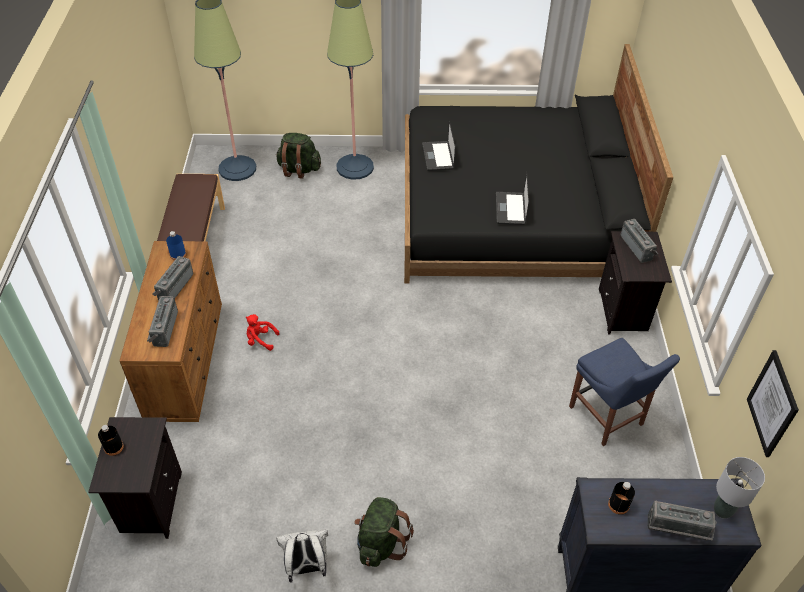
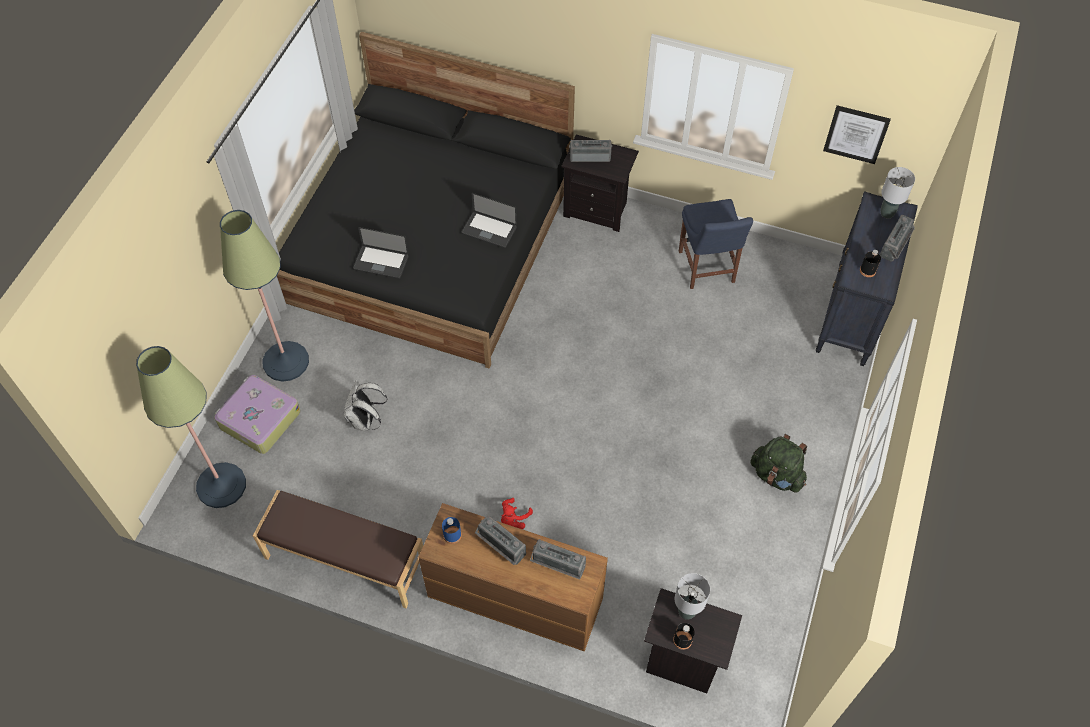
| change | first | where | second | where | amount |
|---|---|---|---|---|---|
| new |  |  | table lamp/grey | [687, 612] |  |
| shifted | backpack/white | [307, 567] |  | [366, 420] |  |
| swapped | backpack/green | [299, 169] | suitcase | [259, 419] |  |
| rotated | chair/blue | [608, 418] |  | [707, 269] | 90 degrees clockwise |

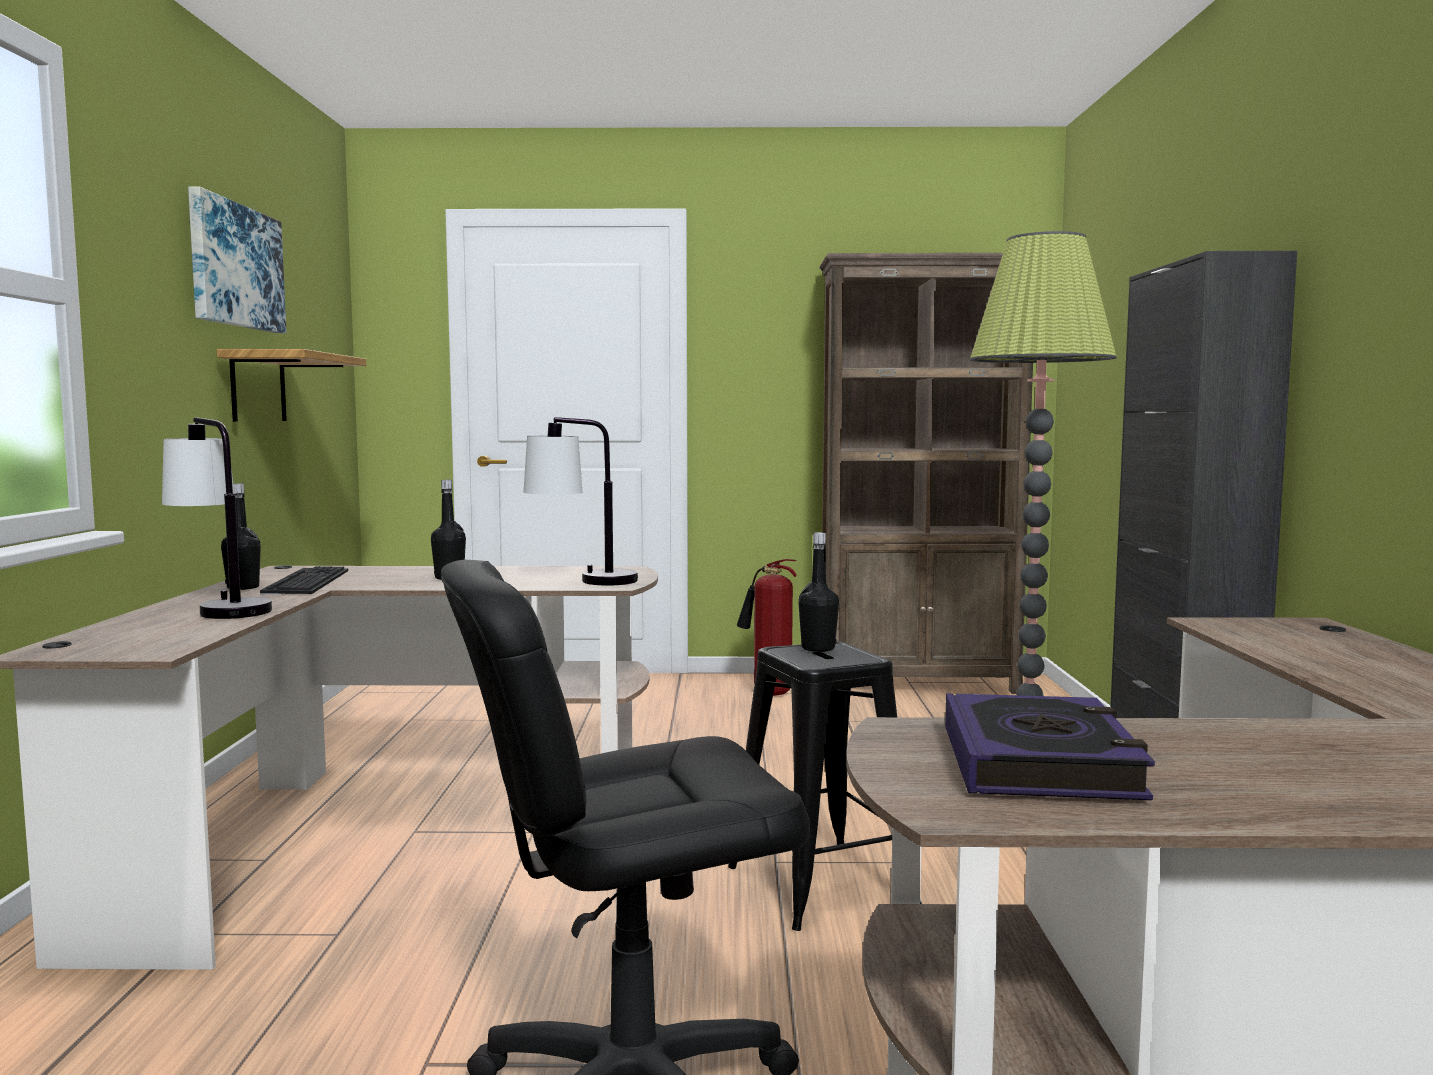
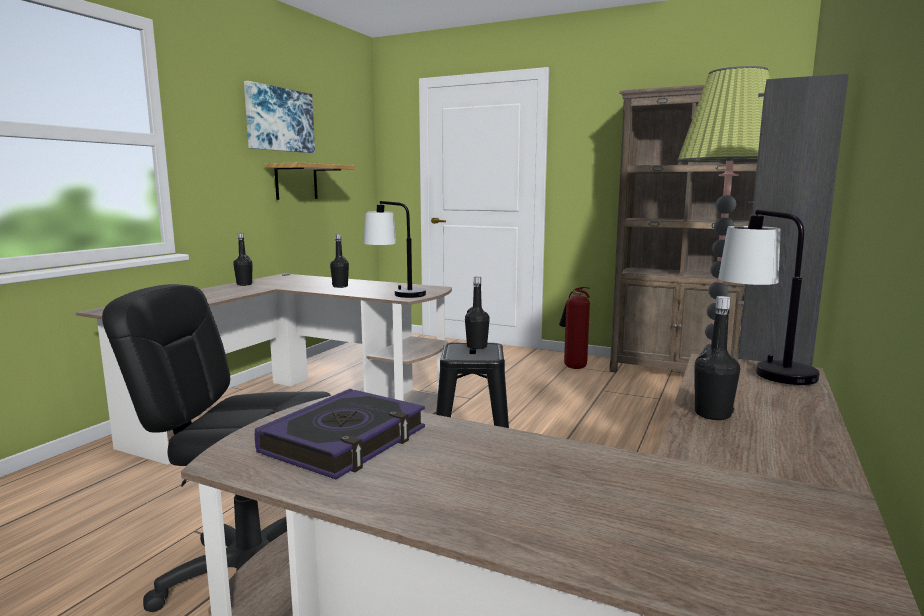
| change | first | where | second | where | amount |
|---|---|---|---|---|---|
| gone | keyboard | [305, 582] |  |  |  |
| new |  |  | bottle/black | [712, 414] |  |
| shifted | table lamp | [219, 609] |  | [761, 369] |  |

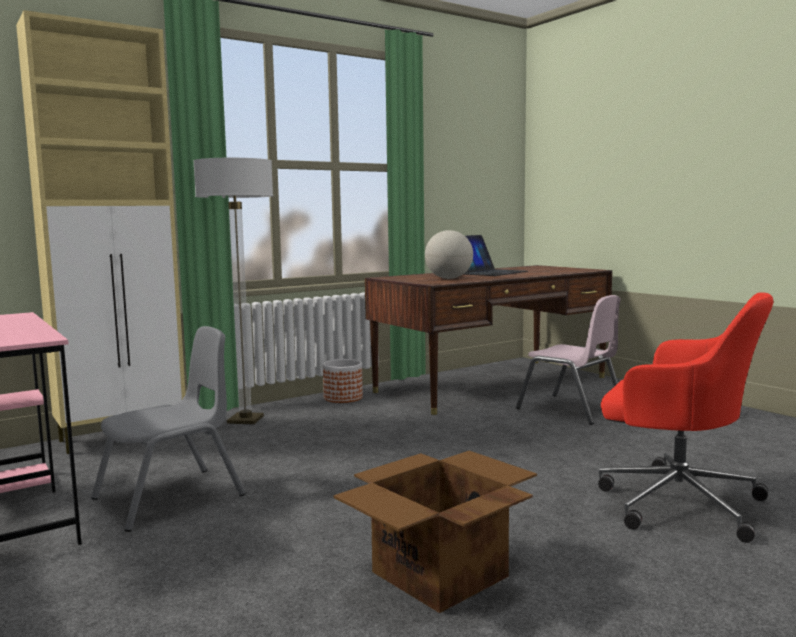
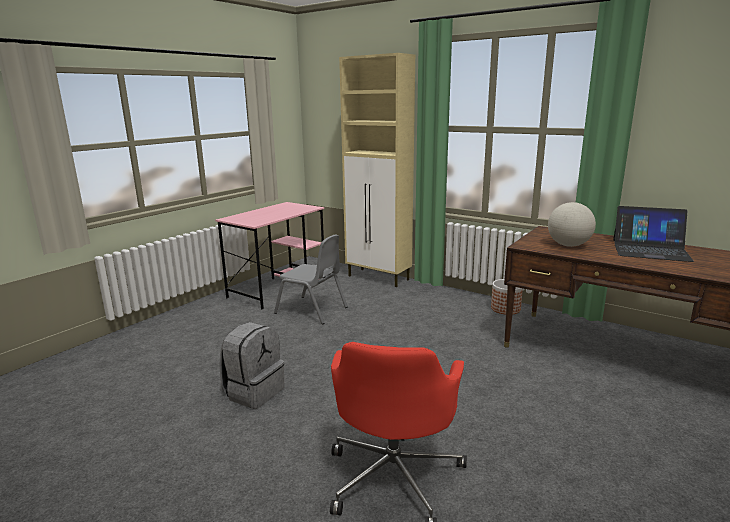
| change | first | where | second | where | amount |
|---|---|---|---|---|---|
| gone | floor lamp | [245, 420] |  |  |  |
| gone | chair/pink | [571, 410] |  |  |  |
| swapped | cardboard box | [437, 574] | backpack/grey | [254, 392] |  |

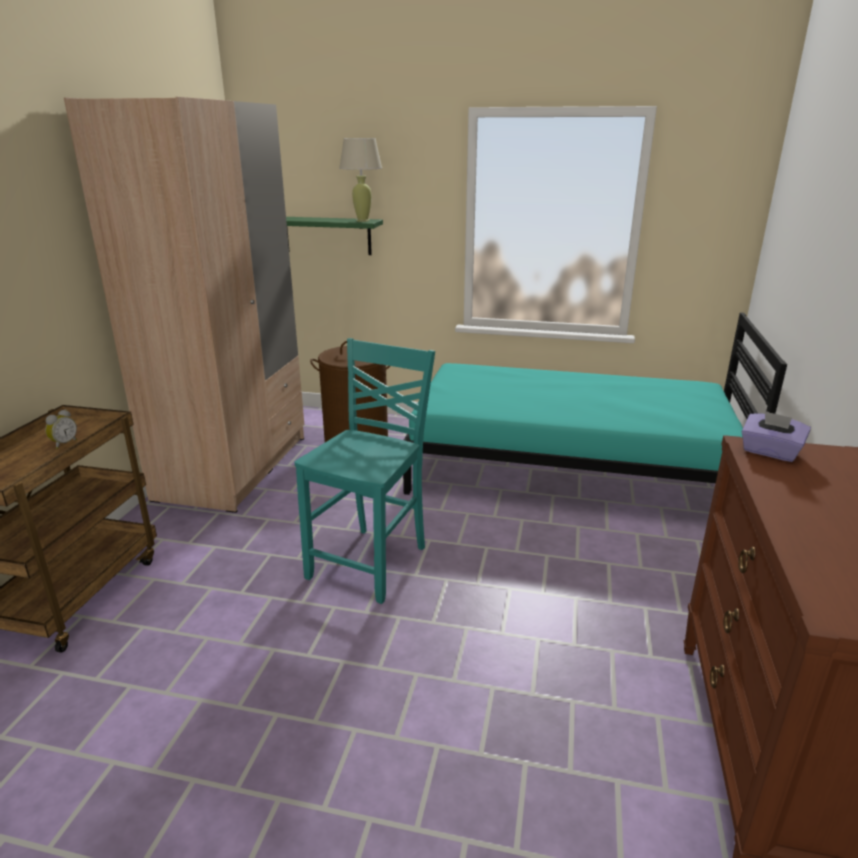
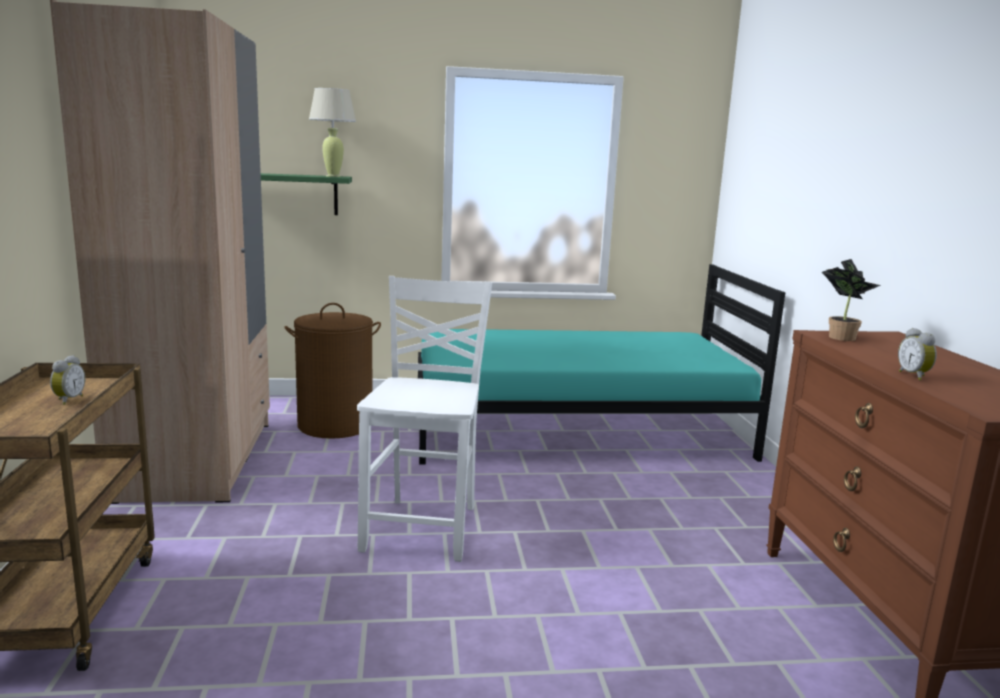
| change | first | where | second | where | amount |
|---|---|---|---|---|---|
| new |  |  | alarm clock | [914, 376] |  |
| swapped | tissue box/purple | [770, 452] | potted plant | [840, 337] |  |
| repainted | chair/turquoise | [371, 562] | chair/white | [424, 527] |  |

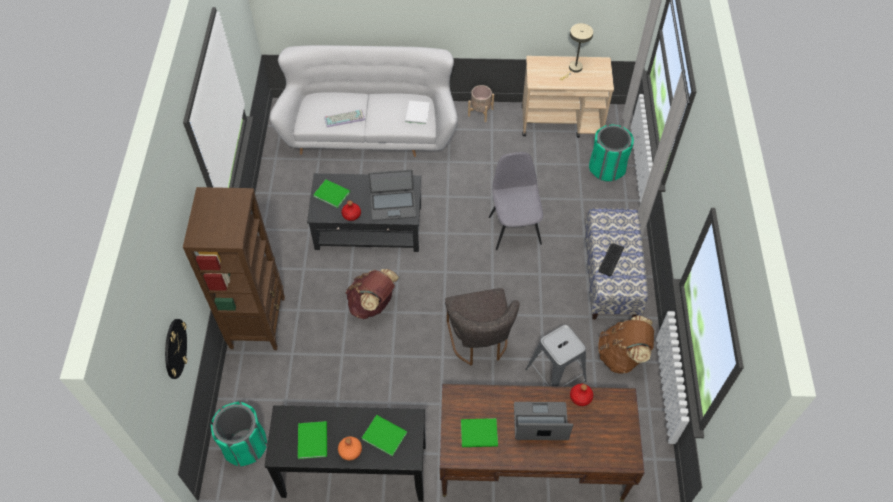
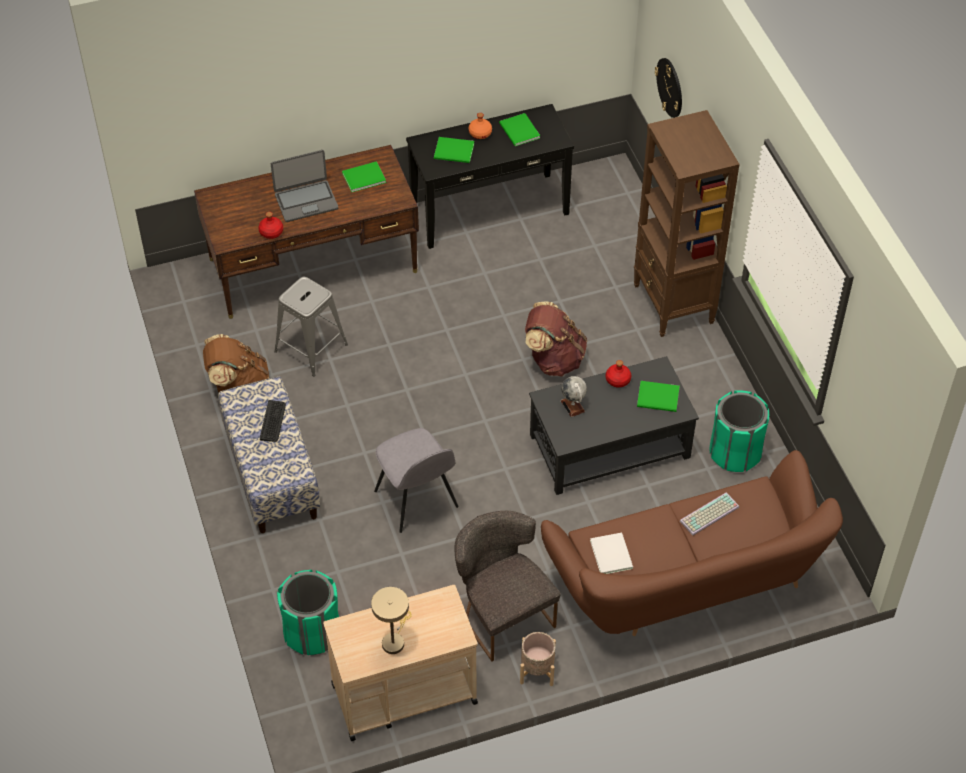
| change | first | where | second | where | amount |
|---|---|---|---|---|---|
| shifted | trash can/green | [245, 445] |  | [735, 452] |  |
| shifted | chair/grey | [479, 342] |  | [502, 614] |  |
| swapped | laptop | [393, 205] | globe | [573, 406] |  |
| repainted | sofa/white | [370, 131] | sofa/brown | [687, 584] |  |

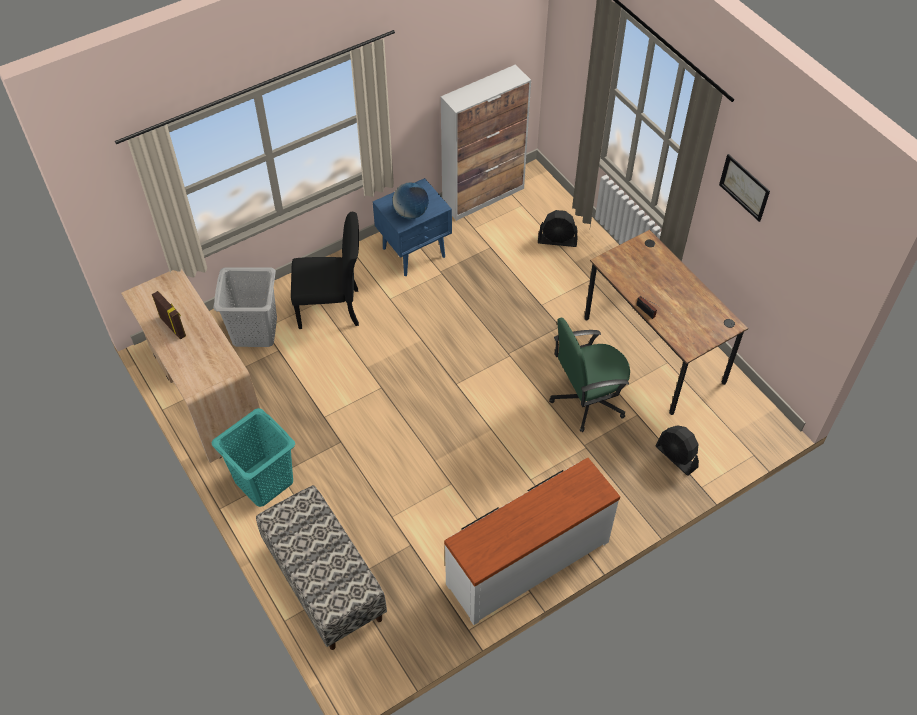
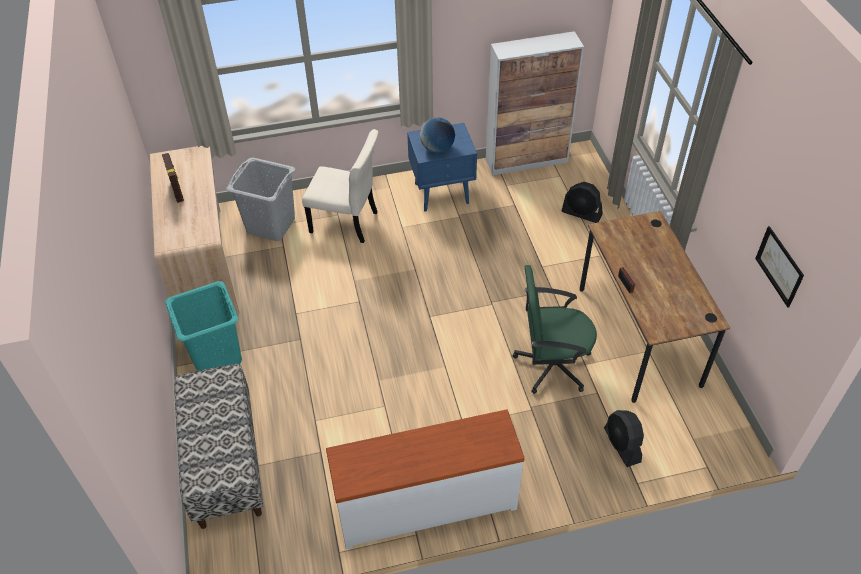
| change | first | where | second | where | amount |
|---|---|---|---|---|---|
| shifted | picture | [744, 187] |  | [779, 266] |  |
| repainted | chair/black | [332, 309] | chair/beige | [346, 223] |  |

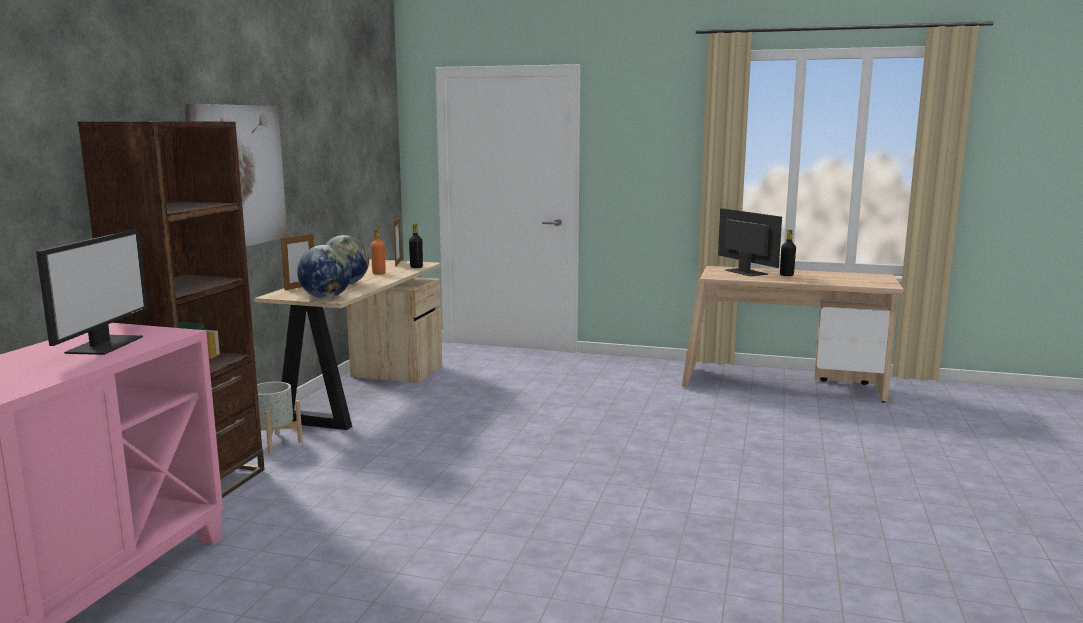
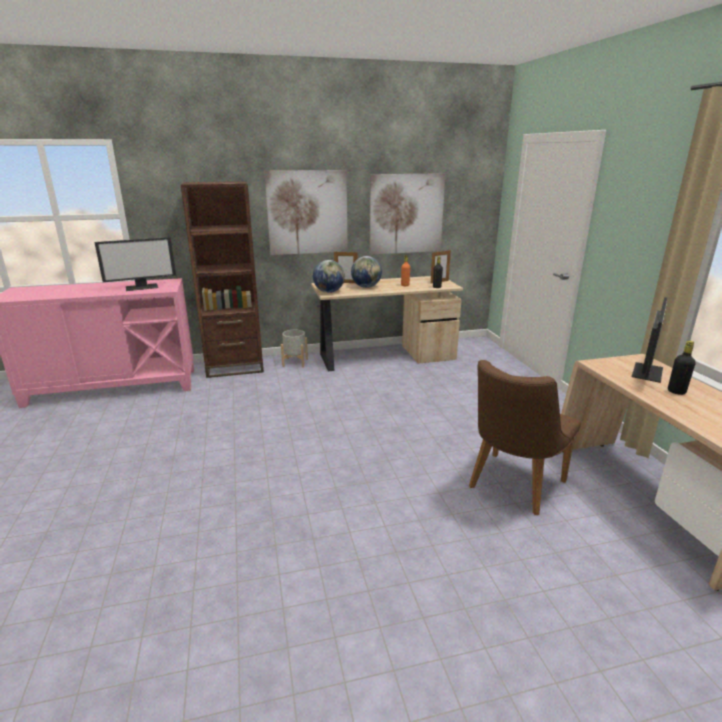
| change | first | where | second | where | amount |
|---|---|---|---|---|---|
| new |  |  | picture | [406, 214] |  |
| new |  |  | chair/brown | [511, 487] |  |

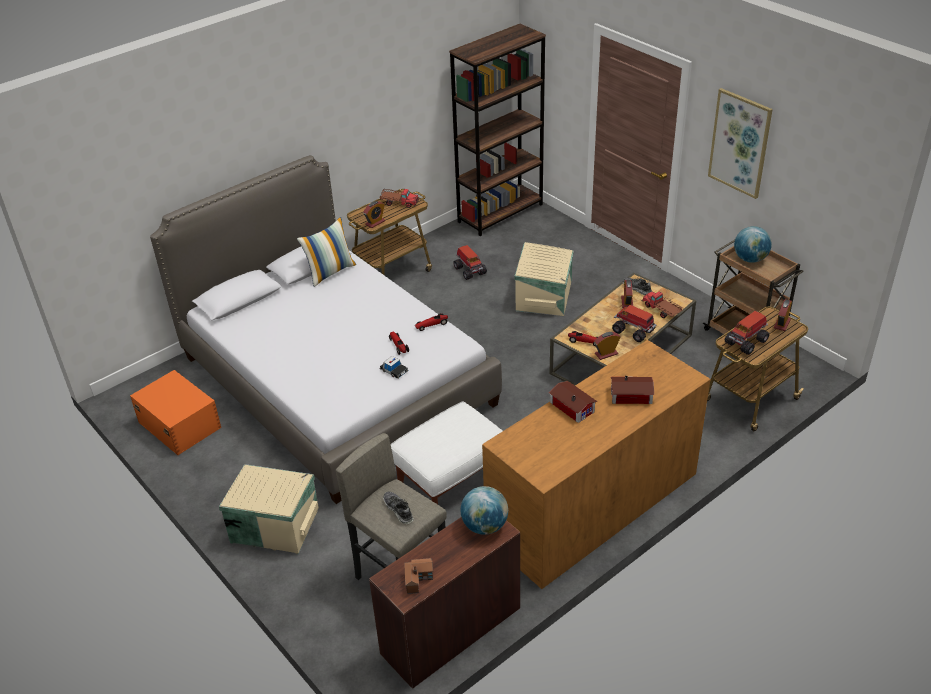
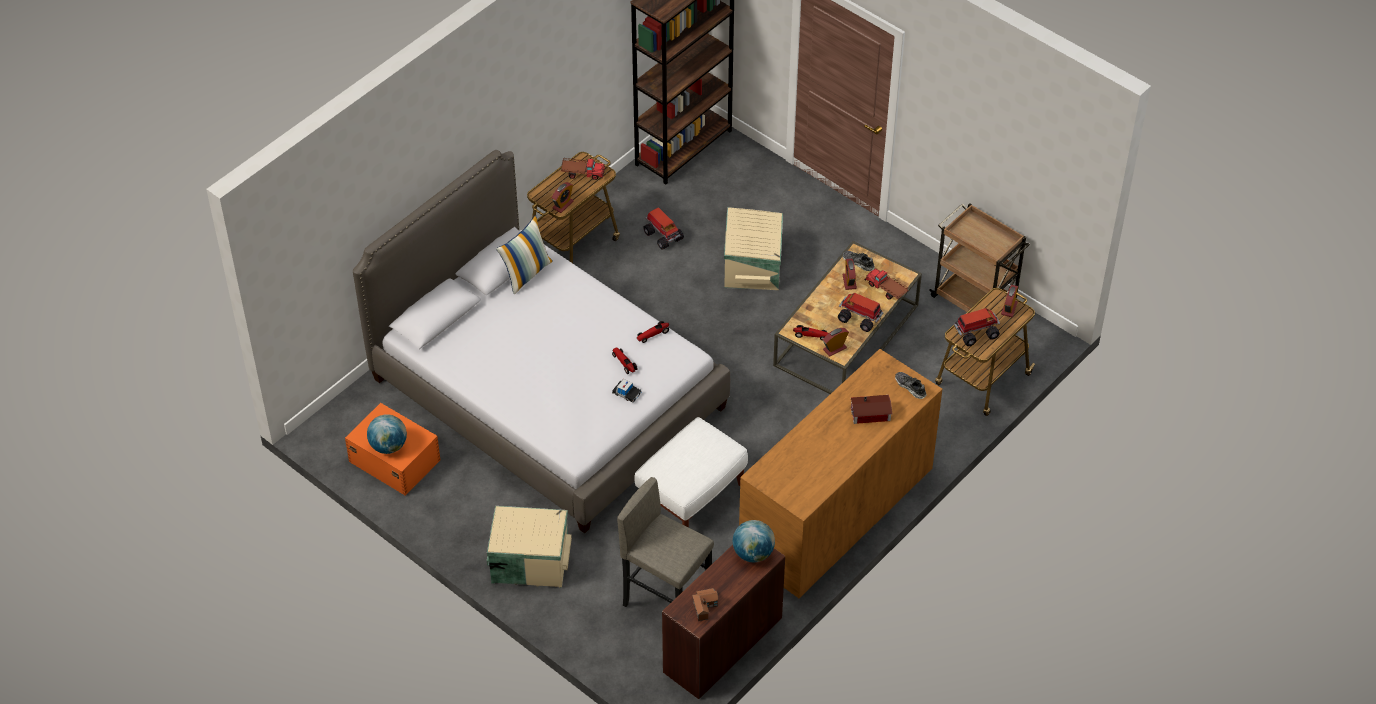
| change | first | where | second | where | amount |
|---|---|---|---|---|---|
| gone | toy house | [572, 406] |  |  |  |
| gone | picture | [740, 143] |  |  |  |
| shifted | shoe | [398, 510] |  | [910, 387] |  |
| shifted | globe | [750, 259] |  | [388, 446] |  |
| rotated | toy truck | [747, 341] |  | [975, 333] | 150 degrees counterclockwise |

